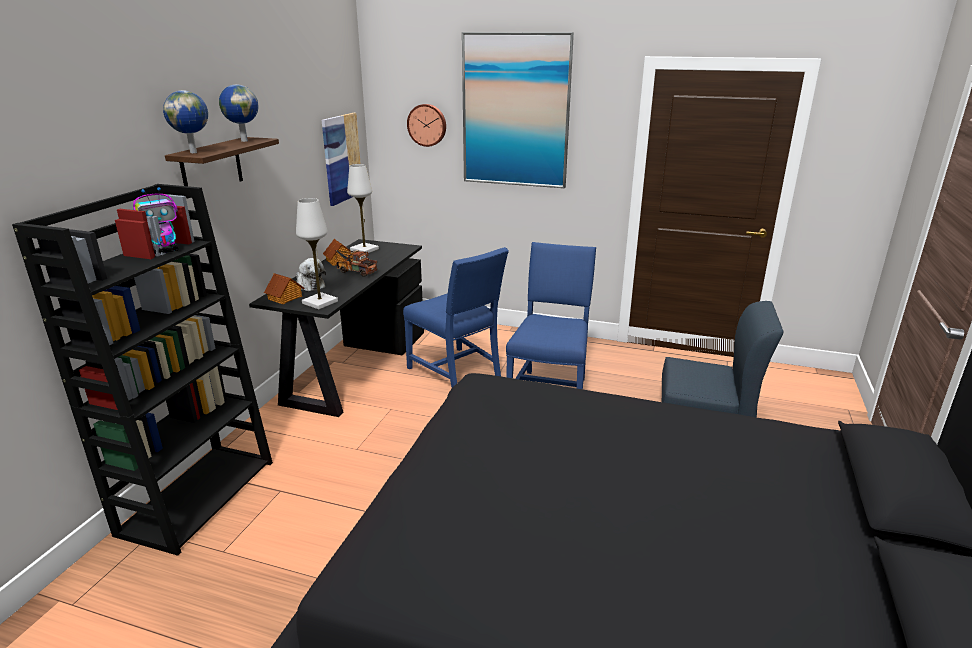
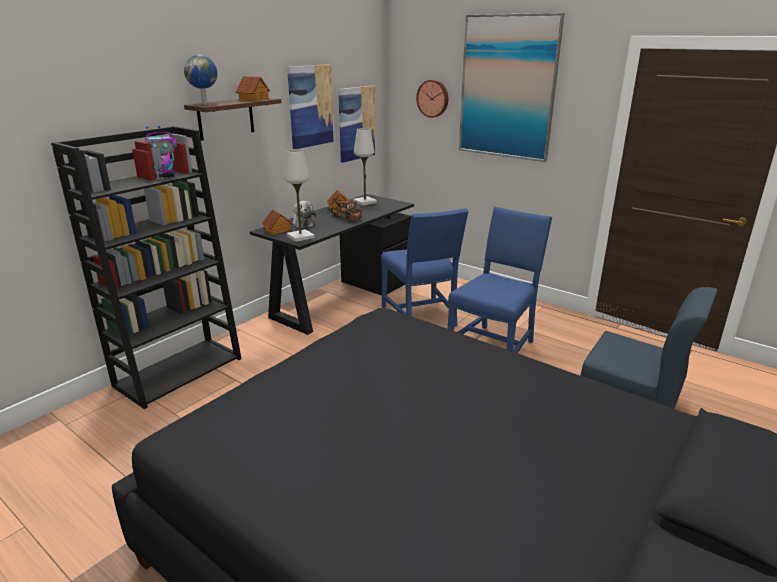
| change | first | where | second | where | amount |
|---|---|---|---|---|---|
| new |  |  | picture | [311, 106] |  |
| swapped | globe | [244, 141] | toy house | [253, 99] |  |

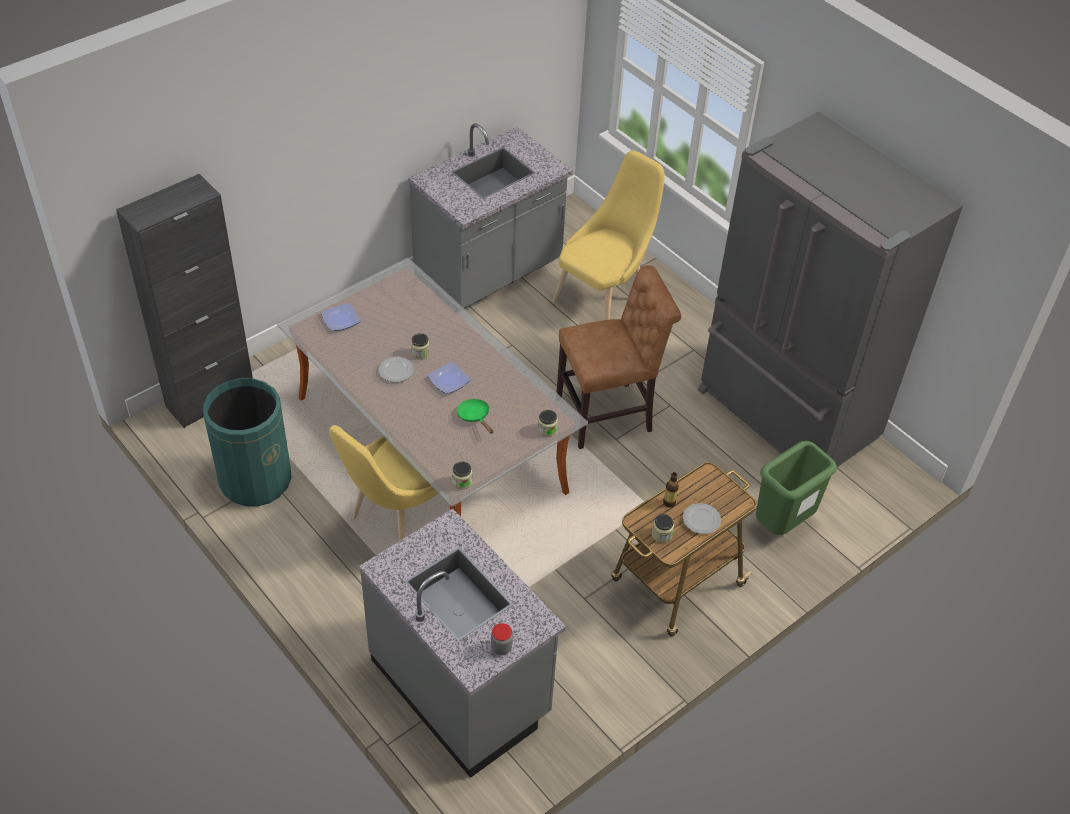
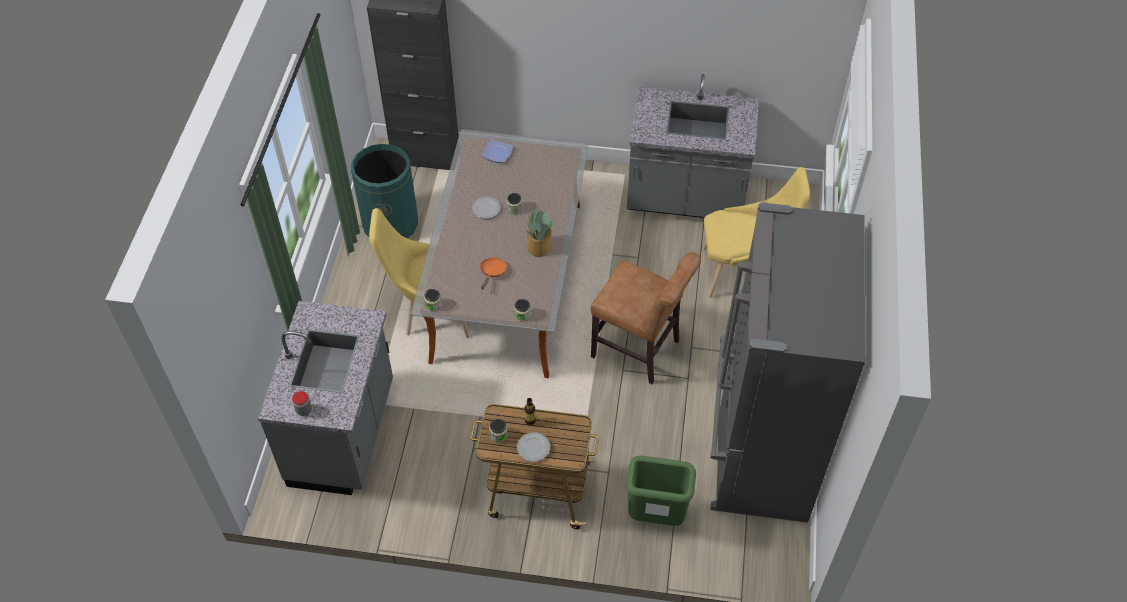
| change | first | where | second | where | amount |
|---|---|---|---|---|---|
| gone | plate | [448, 380] |  |  |  |
| new |  |  | potted plant | [539, 247] |  |
| repainted | frying pan/green | [475, 416] | frying pan/orange | [492, 272] |  |

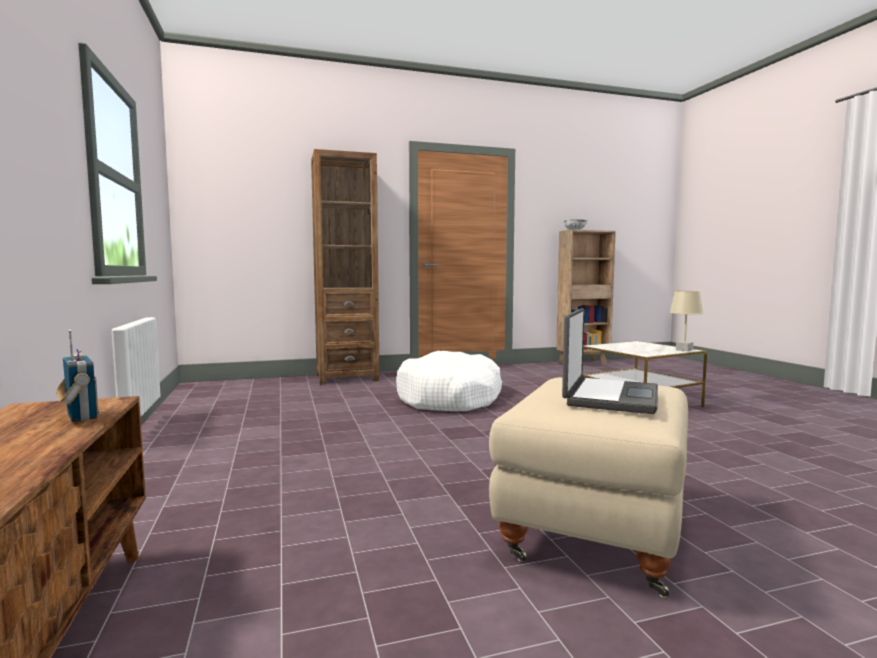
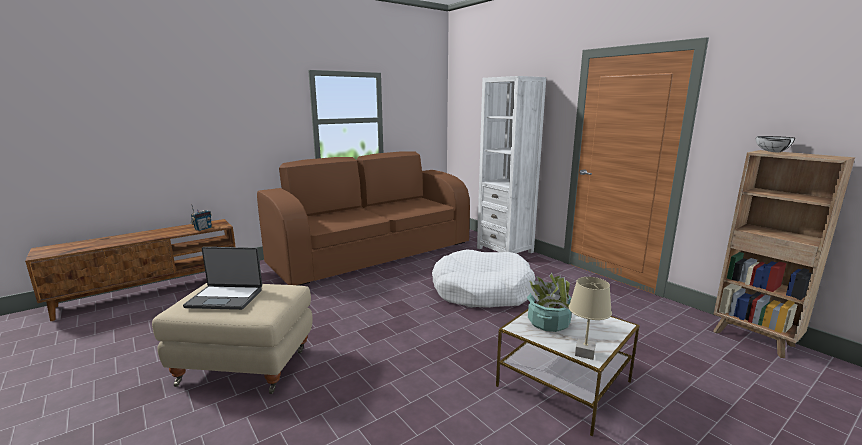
| change | first | where | second | where | amount |
|---|---|---|---|---|---|
| new |  |  | sofa/brown | [374, 254] |  |
| new |  |  | potted plant | [548, 322] |  |
| repainted | bookcase/brown | [347, 378] | bookcase/white | [505, 250] |  |

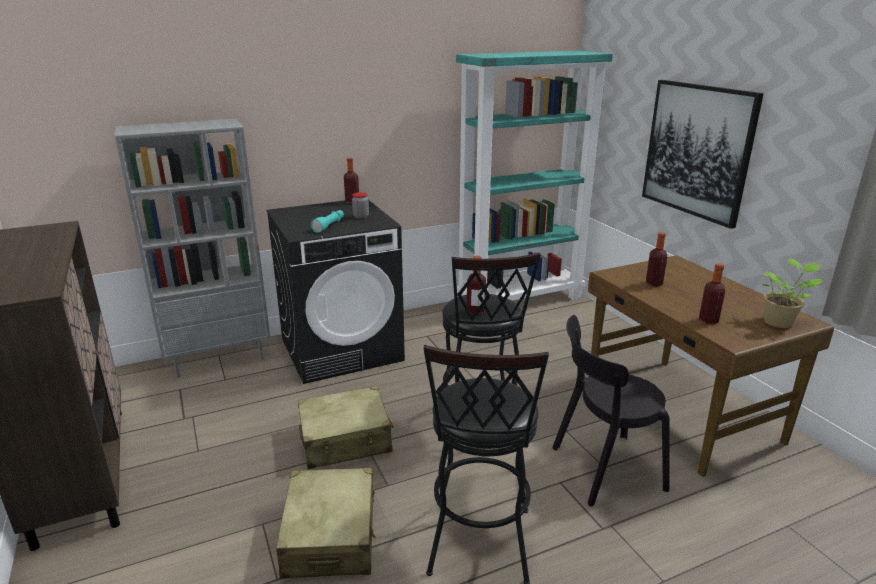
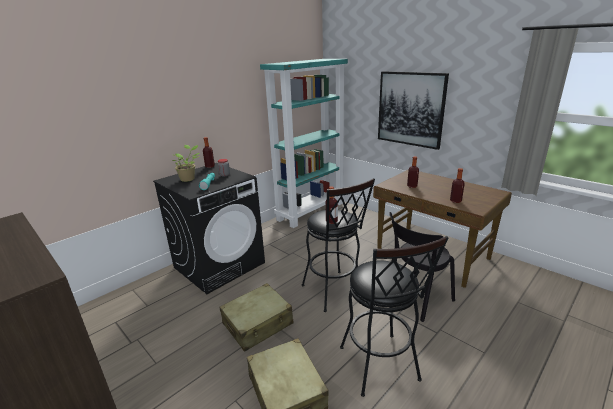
| change | first | where | second | where | amount |
|---|---|---|---|---|---|
| gone | bookcase/grey | [219, 358] |  |  |  |
| shifted | potted plant | [779, 322] |  | [188, 179] |  |

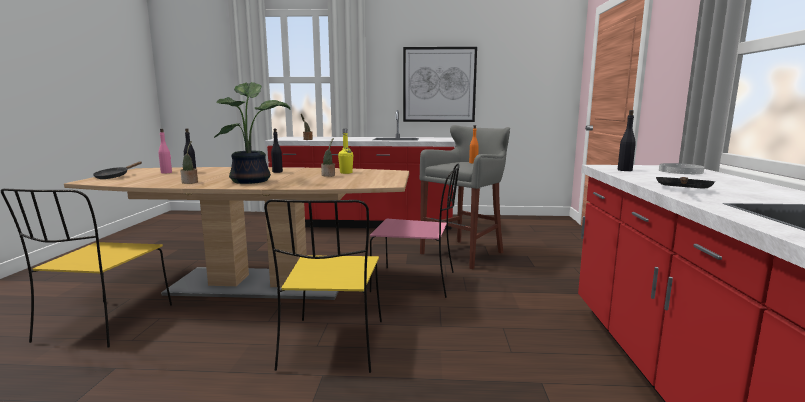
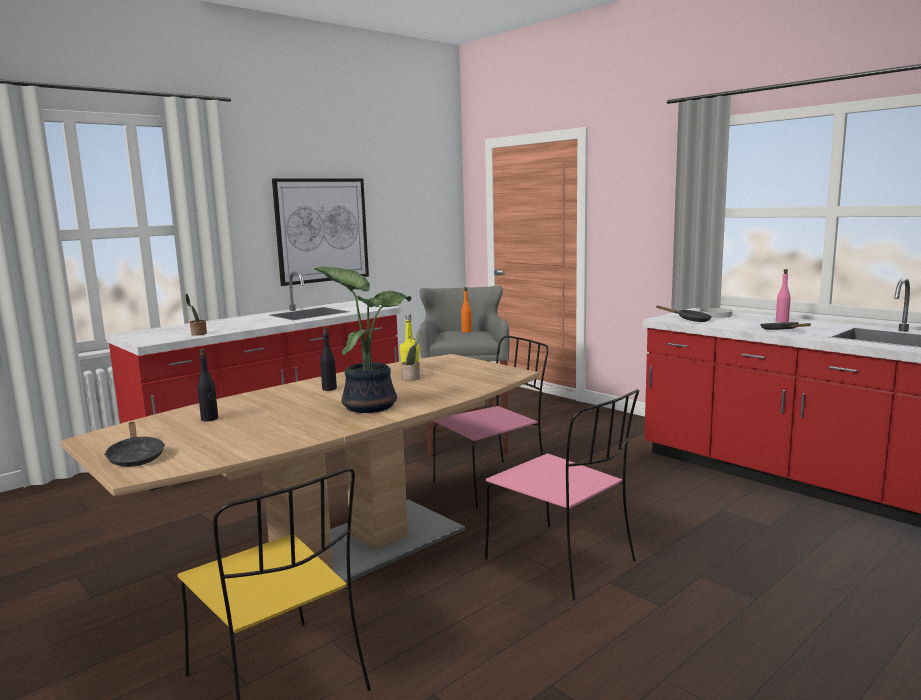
| change | first | where | second | where | amount |
|---|---|---|---|---|---|
| gone | potted plant | [190, 182] |  |  |  |
| shifted | bottle/pink | [166, 172] |  | [782, 321] |  |
| swapped | bottle/black | [625, 170] | frying pan/black | [690, 320] |  |
| repainted | chair/yellow | [332, 346] | chair/pink | [563, 562] |  |

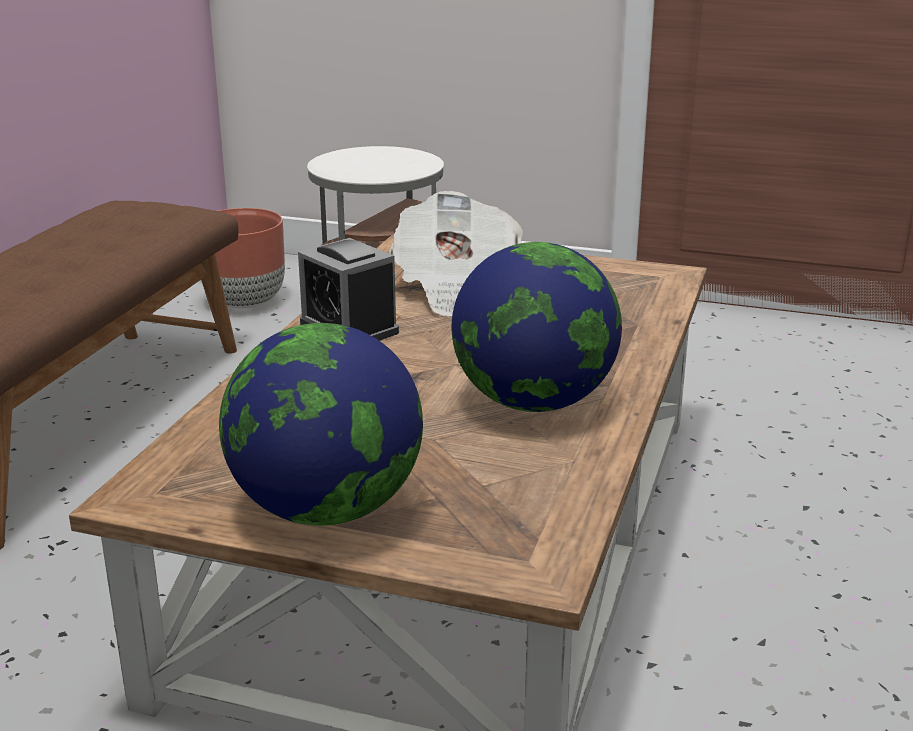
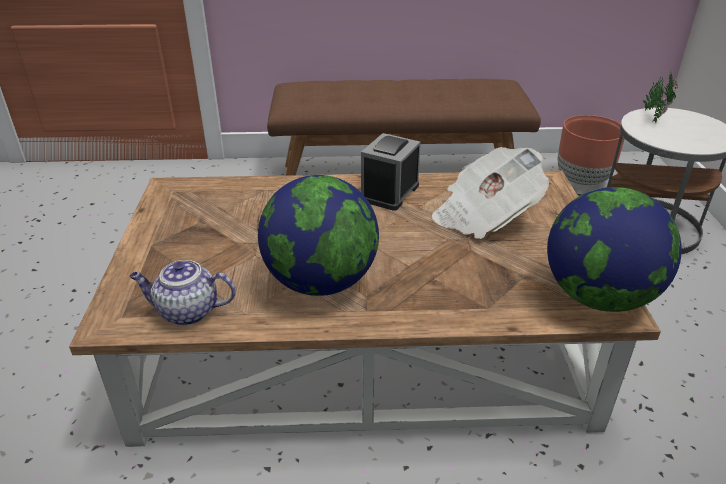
| change | first | where | second | where | amount |
|---|---|---|---|---|---|
| new |  |  | teapot | [187, 312] |  |
| new |  |  | potted plant | [653, 117] |  |
| shifted | globe | [326, 509] |  | [598, 296] |  |

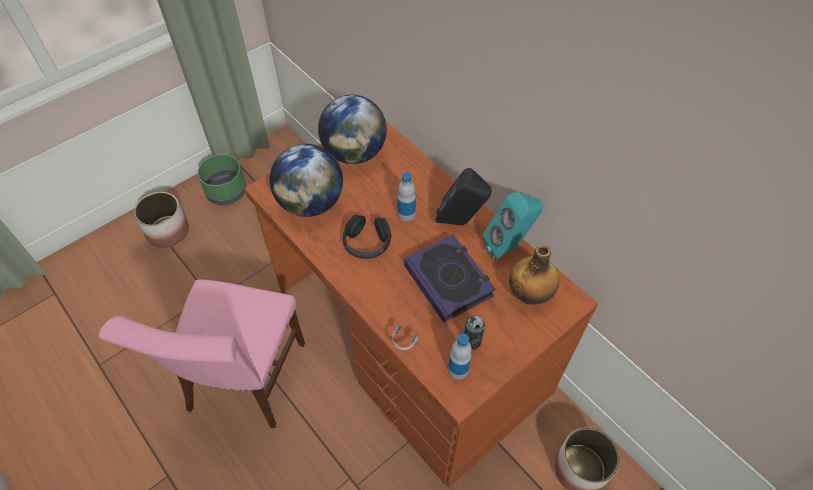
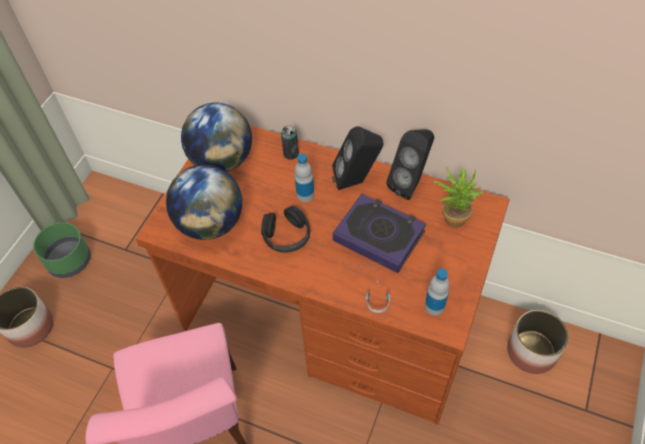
| change | first | where | second | where | amount |
|---|---|---|---|---|---|
| shifted | can | [471, 341] |  | [291, 154] |  |
| swapped | bottle | [530, 294] | potted plant | [452, 216] |  |
| repainted | speaker/turquoise | [509, 247] | speaker/black | [410, 184] |  |

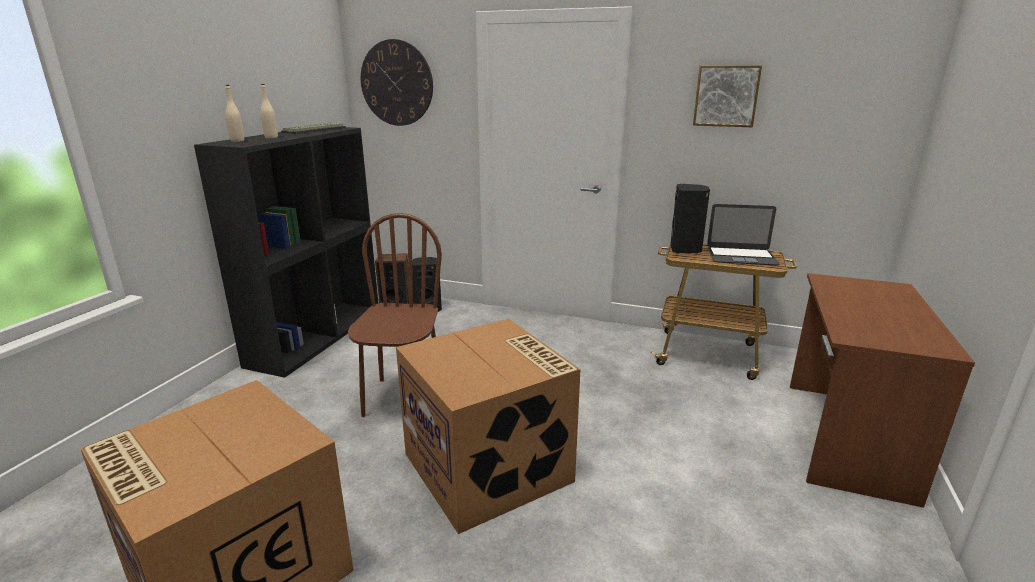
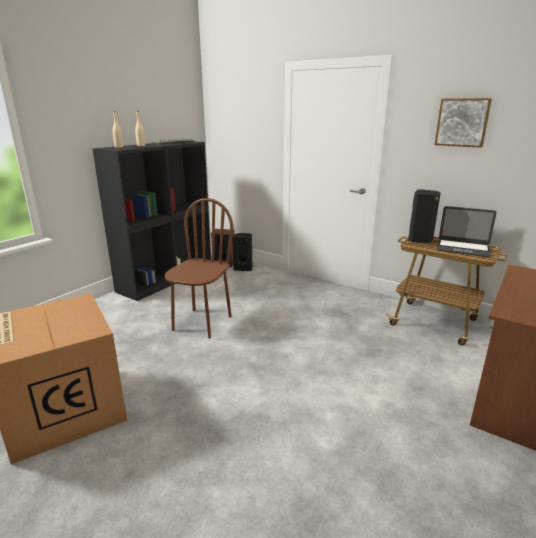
| change | first | where | second | where | amount |
|---|---|---|---|---|---|
| gone | wall clock | [396, 83] |  |  |  |
| gone | cardboard box | [490, 468] |  |  |  |

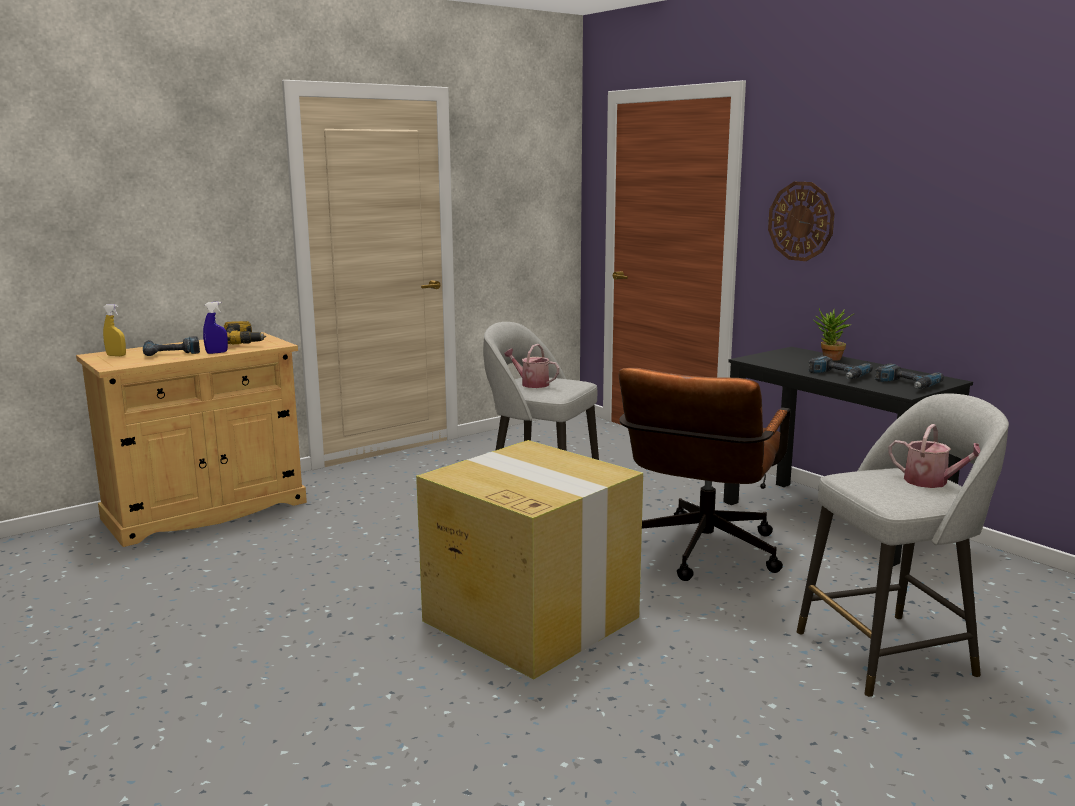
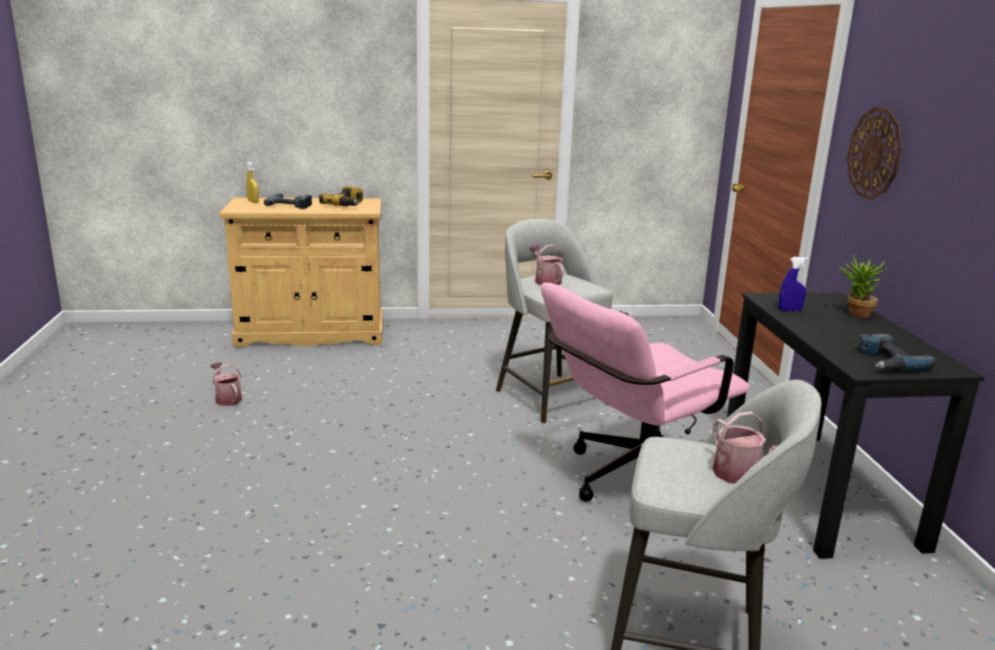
| change | first | where | second | where | amount |
|---|---|---|---|---|---|
| gone | cardboard box | [529, 618] |  |  |  |
| gone | power drill | [837, 375] |  |  |  |
| new |  |  | watering can | [227, 398] |  |
| shifted | spray bottle/blue | [217, 352] |  | [789, 310] |  |
| repainted | office chair/brown | [700, 555] | office chair/pink | [631, 482] |  |

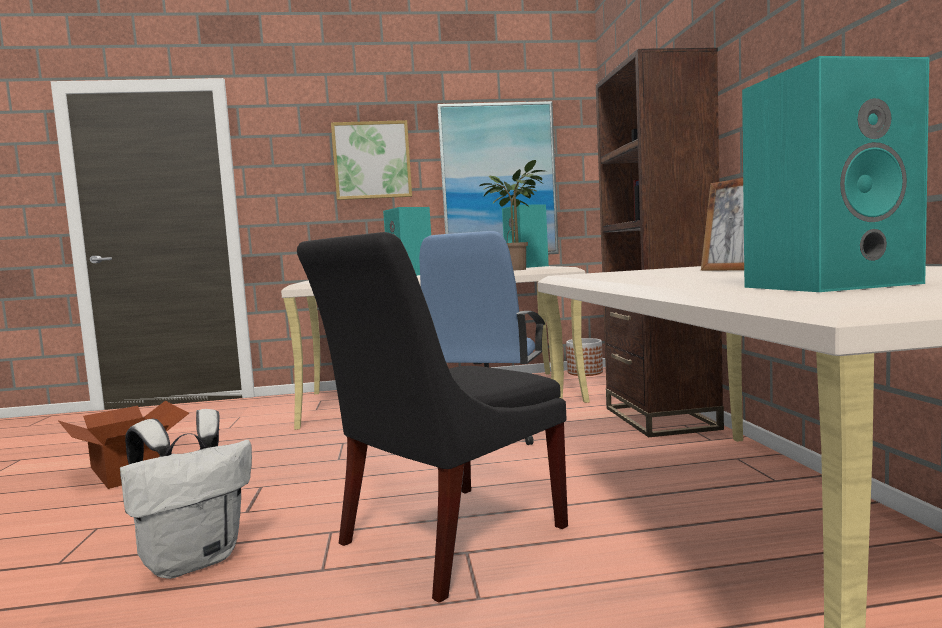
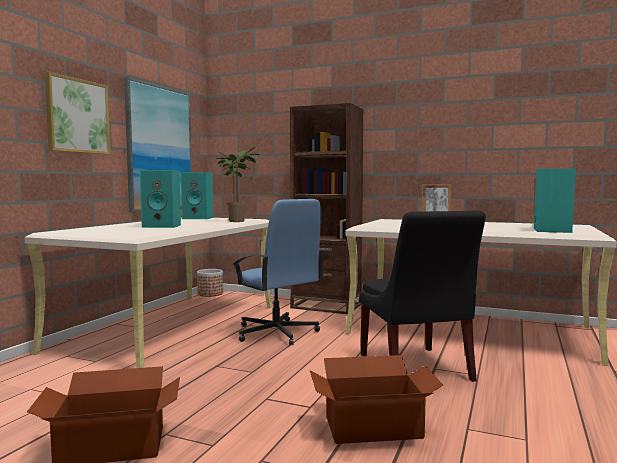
| change | first | where | second | where | amount |
|---|---|---|---|---|---|
| swapped | backpack/white | [194, 560] | cardboard box | [372, 426] |  |

